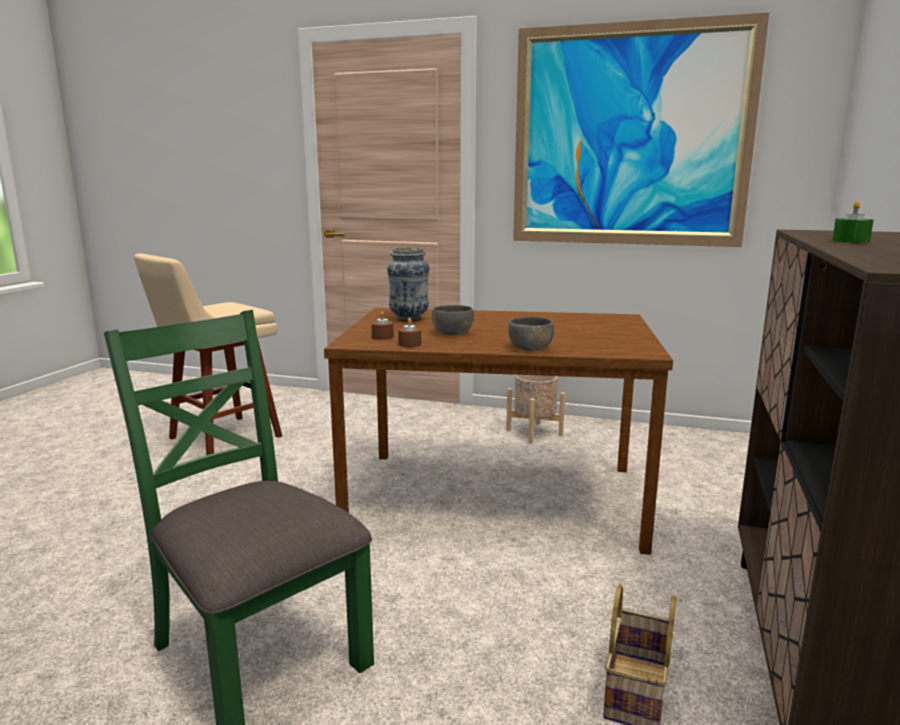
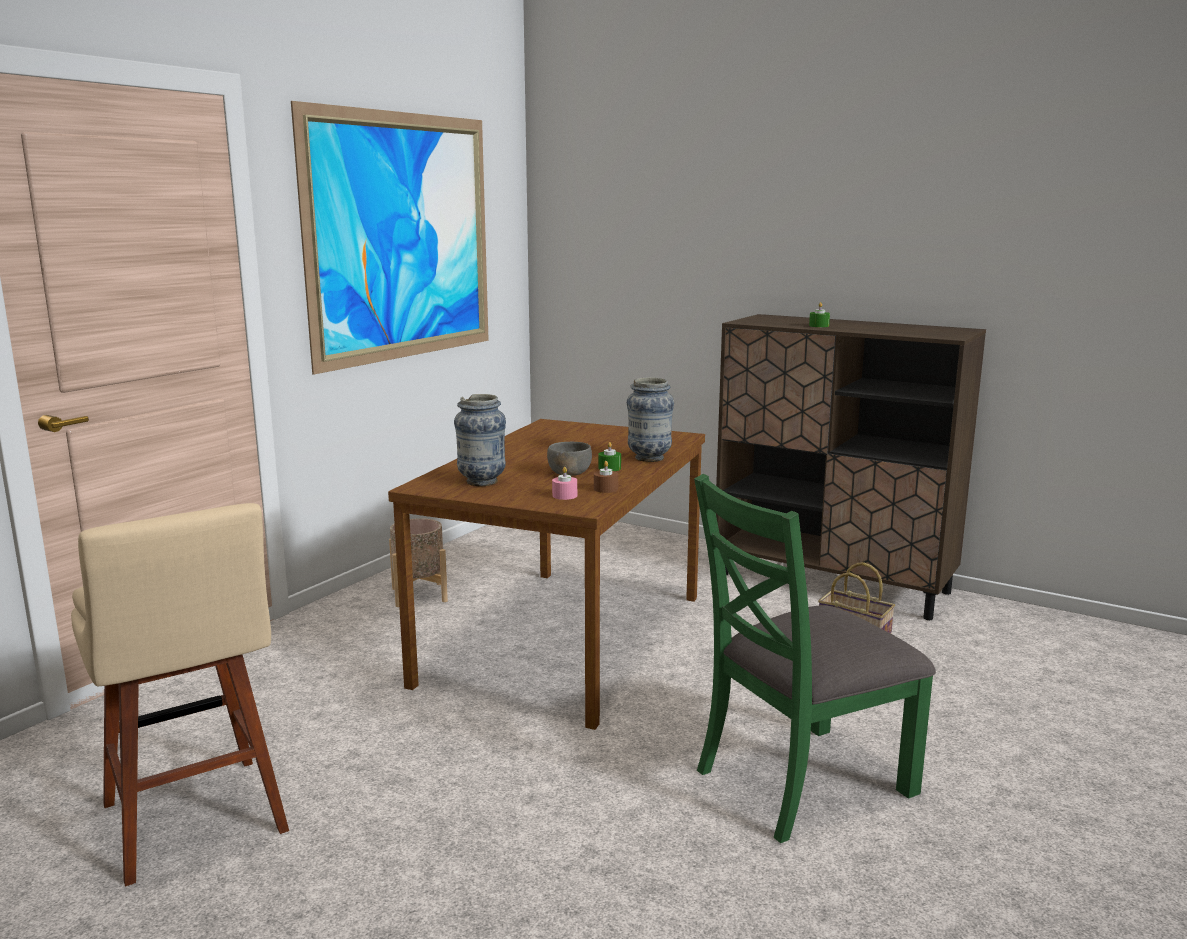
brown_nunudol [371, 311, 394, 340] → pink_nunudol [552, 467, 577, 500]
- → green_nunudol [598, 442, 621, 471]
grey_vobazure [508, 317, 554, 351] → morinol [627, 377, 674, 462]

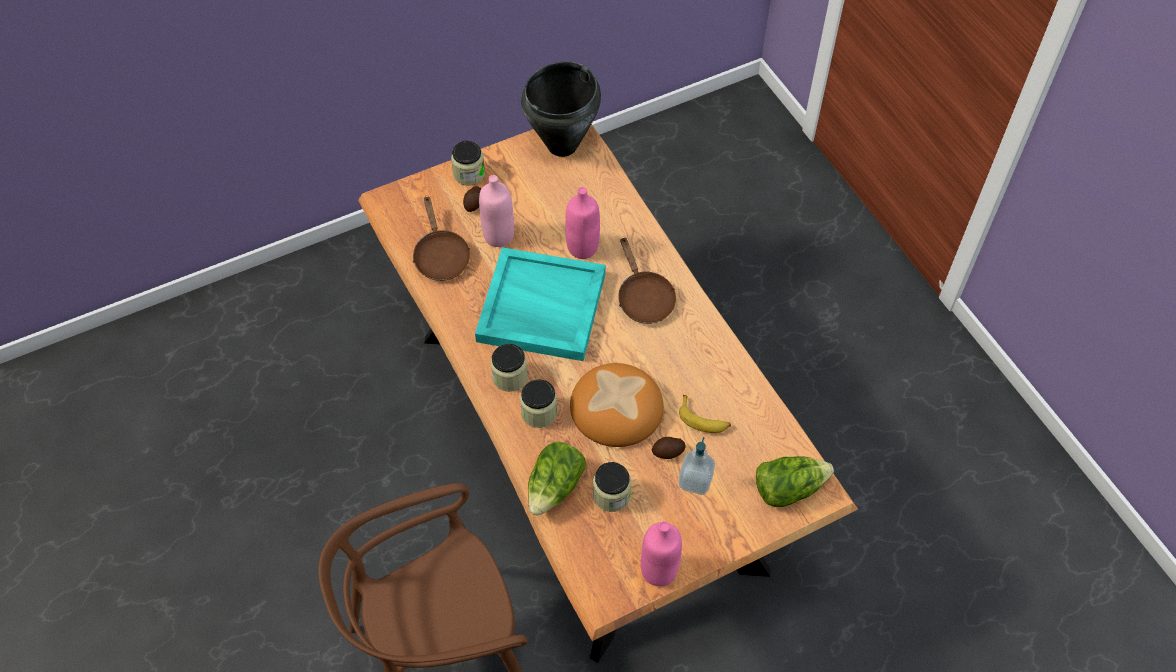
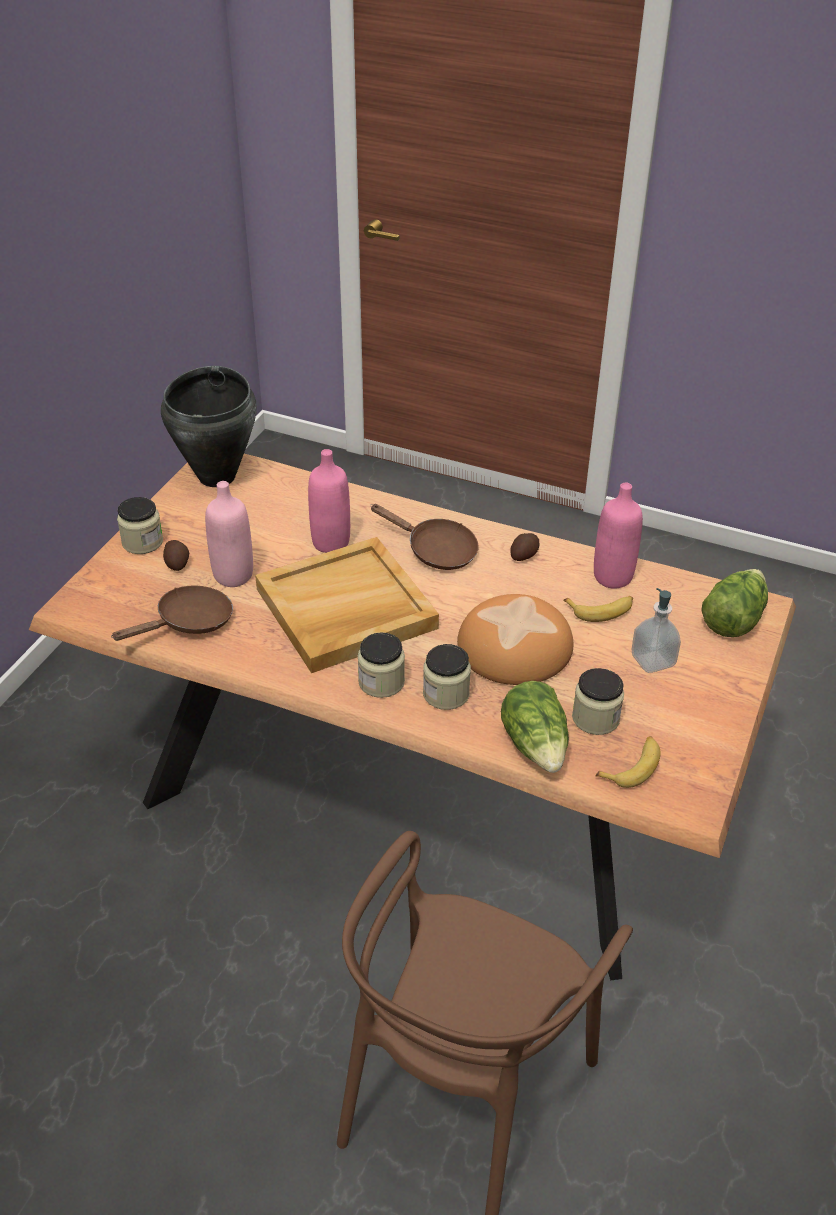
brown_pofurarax [413, 197, 470, 281] → brown_pofurarax [111, 586, 233, 641], 75 degrees counterclockwise
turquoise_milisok [475, 247, 606, 361] → beige_milisok [255, 537, 439, 673]
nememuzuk [652, 437, 686, 459] → nememuzuk [510, 533, 539, 561], relocated
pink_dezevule [641, 521, 682, 586] → pink_dezevule [594, 483, 643, 589], relocated
- → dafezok [596, 736, 660, 788]

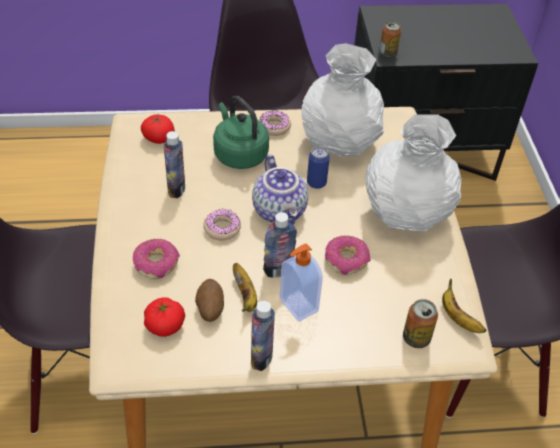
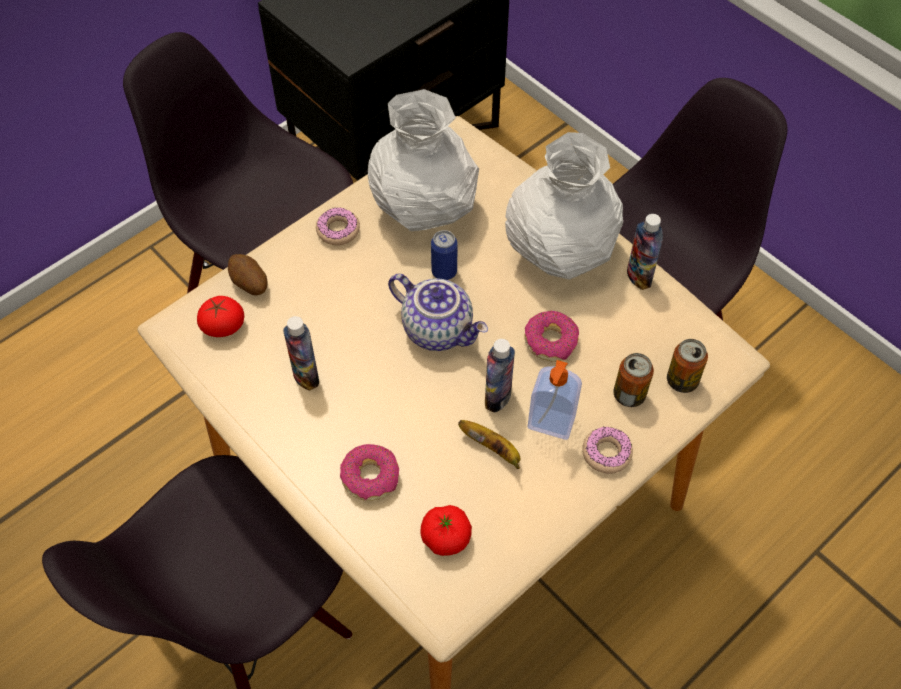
nememuzuk [195, 279, 224, 322] → nememuzuk [228, 254, 267, 295], relocated
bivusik [203, 209, 241, 240] → bivusik [582, 426, 633, 474], relocated
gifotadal [379, 21, 401, 57] → gifotadal [614, 353, 654, 407], relocated
dezevule [251, 301, 275, 371] → dezevule [627, 214, 663, 290], relocated
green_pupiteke [213, 96, 269, 169] → -
dafezok [442, 278, 486, 333] → -

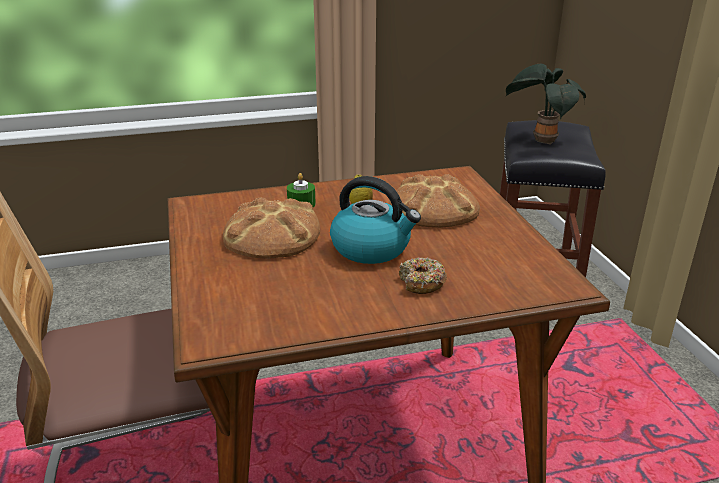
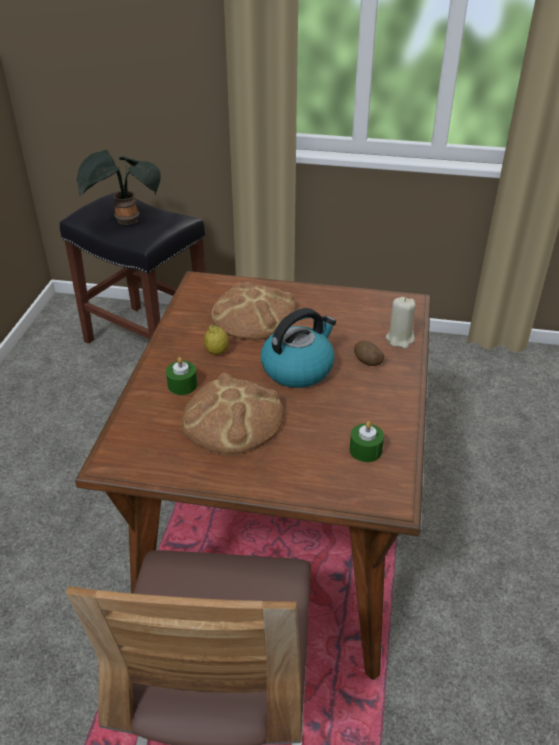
- → green_nunudol [350, 421, 384, 462]
bivusik [399, 257, 447, 294] → nememuzuk [354, 341, 384, 366]
- → beige_nunudol [386, 297, 416, 349]

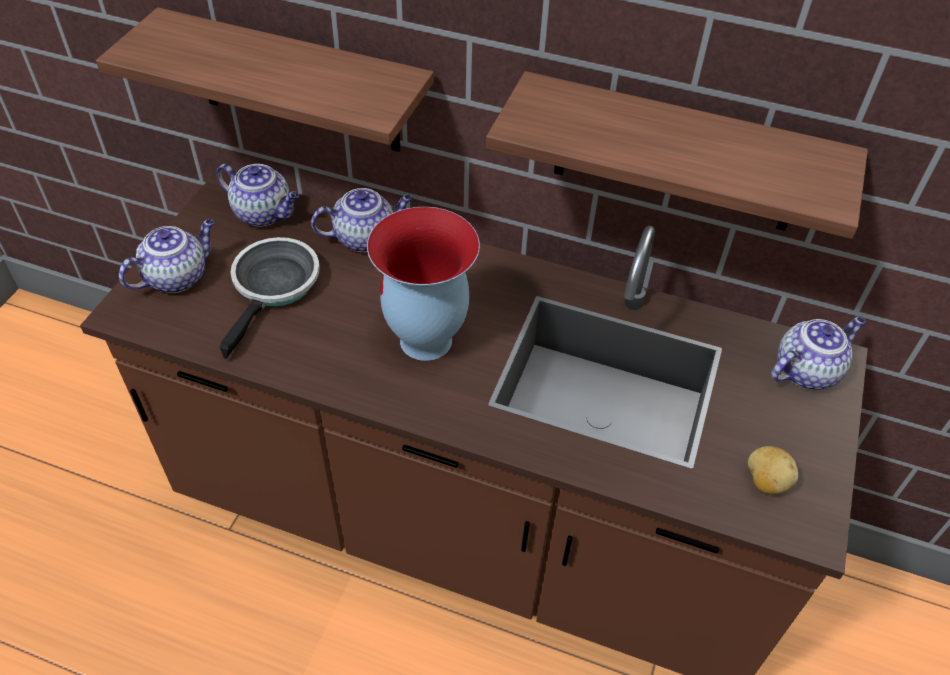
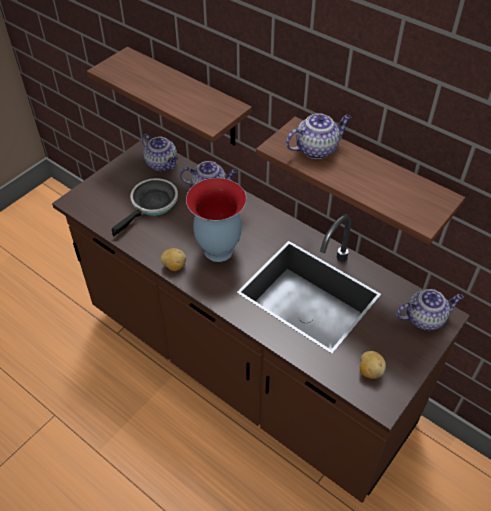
- → nememuzuk [161, 248, 186, 271]
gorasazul [119, 219, 214, 293] → gorasazul [286, 113, 351, 159], relocated

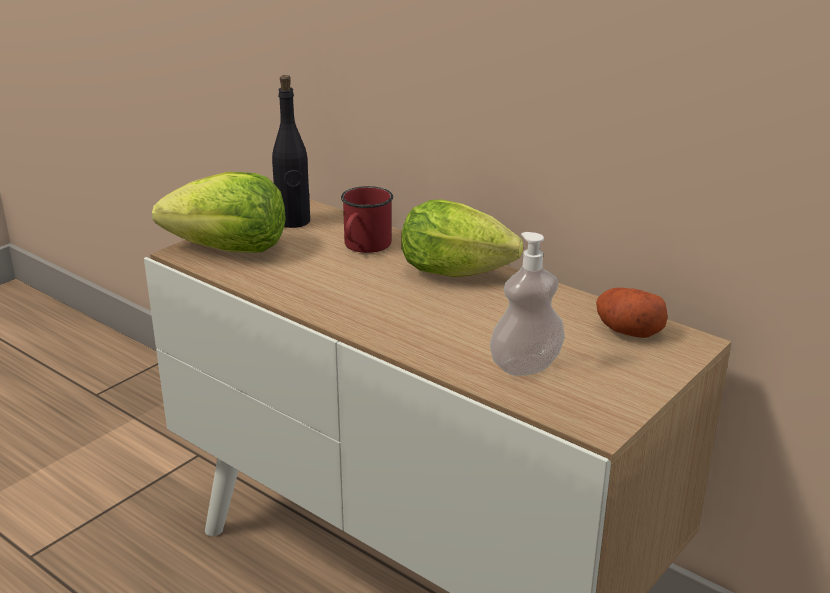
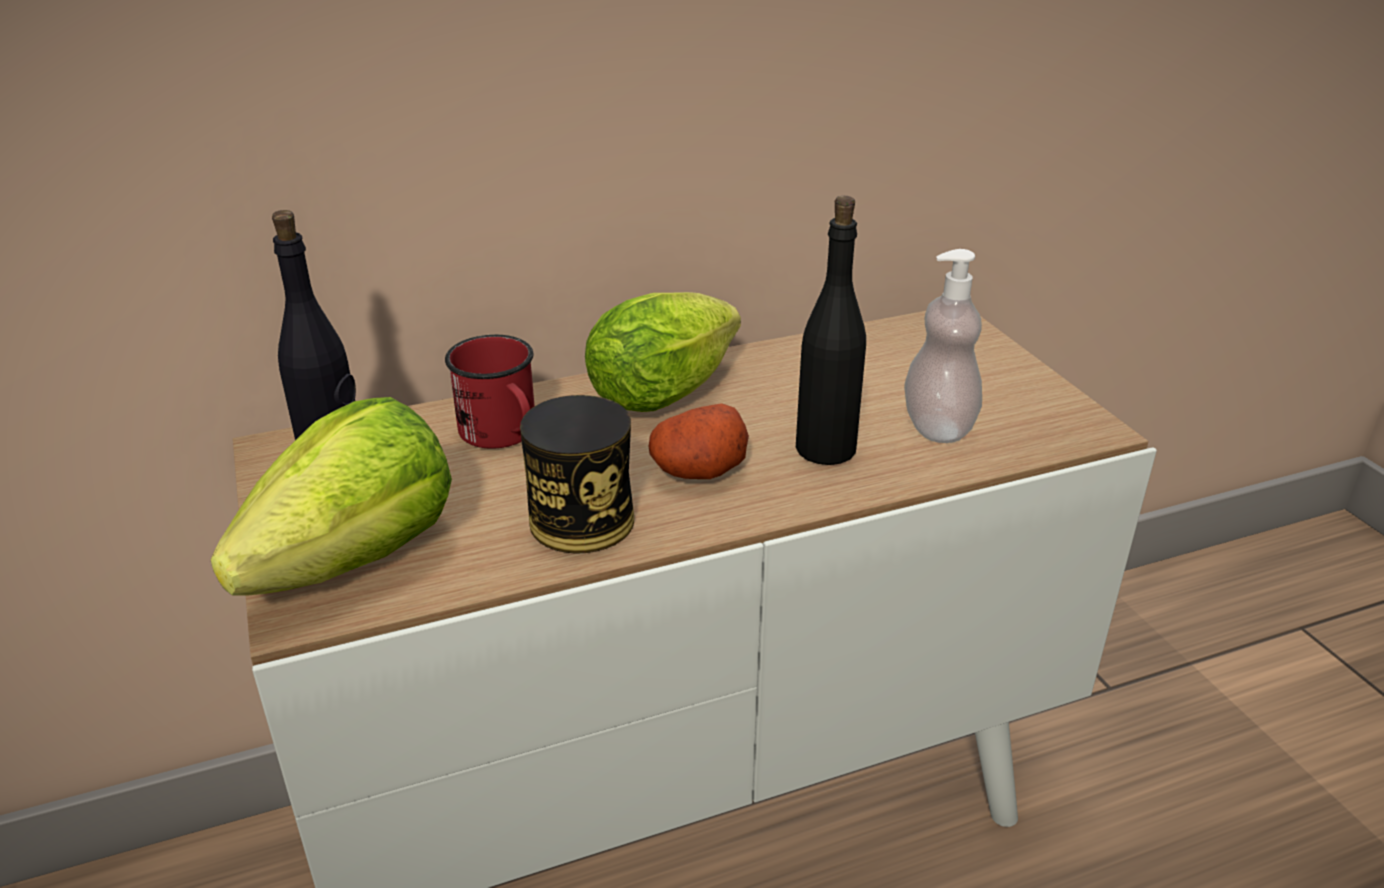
- → gifotadal [520, 395, 634, 554]
nememuzuk [596, 288, 668, 338] → nememuzuk [649, 403, 749, 479], relocated
- → black_dezevule [796, 196, 866, 465]

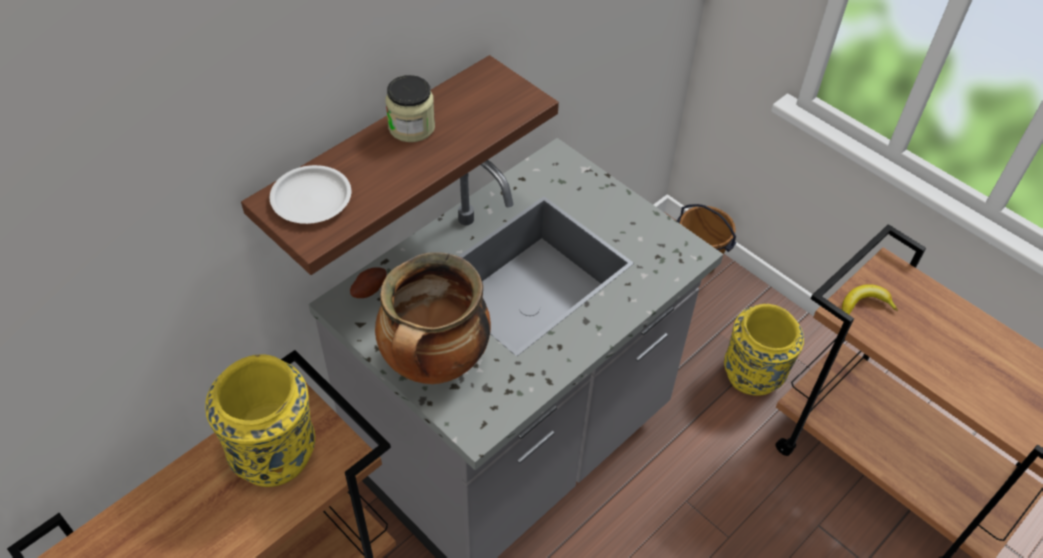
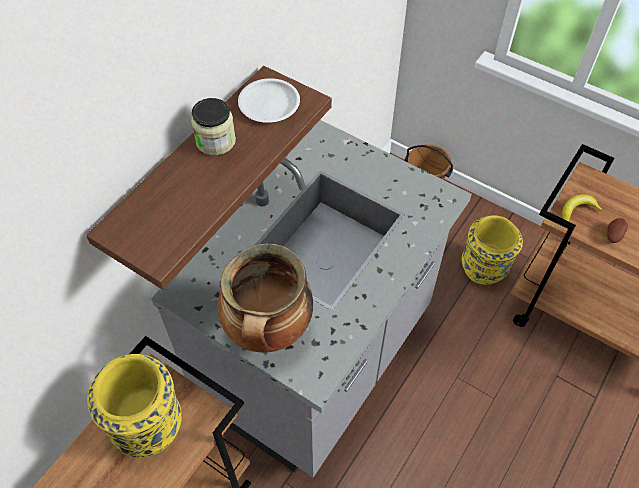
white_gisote [270, 165, 351, 224] → white_gisote [238, 78, 300, 123], relocated
nememuzuk [350, 268, 386, 298] → nememuzuk [607, 218, 628, 243], relocated

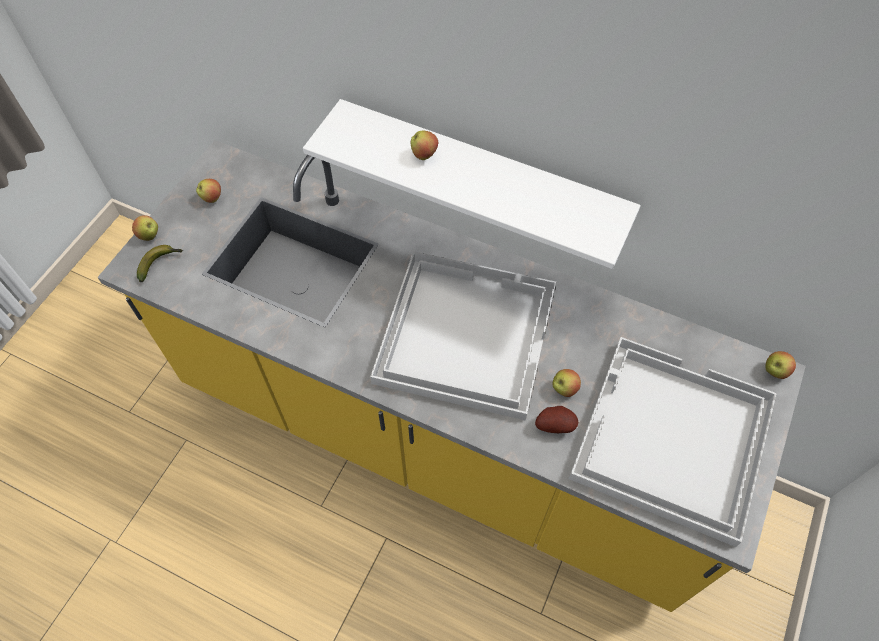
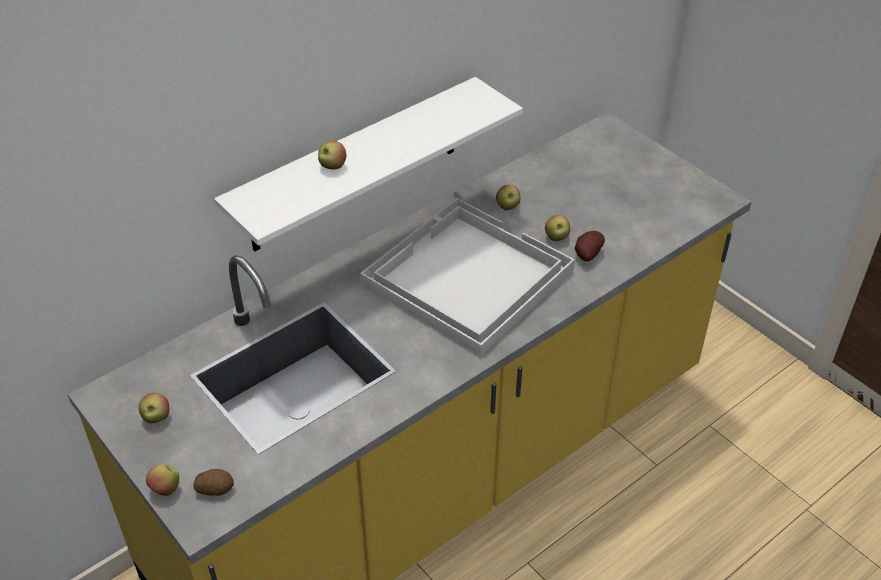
dafezok [137, 245, 183, 282] → nememuzuk [193, 469, 234, 496]
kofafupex [765, 351, 796, 379] → kofafupex [496, 185, 521, 210], relocated
white_milisok [569, 337, 777, 547] → -

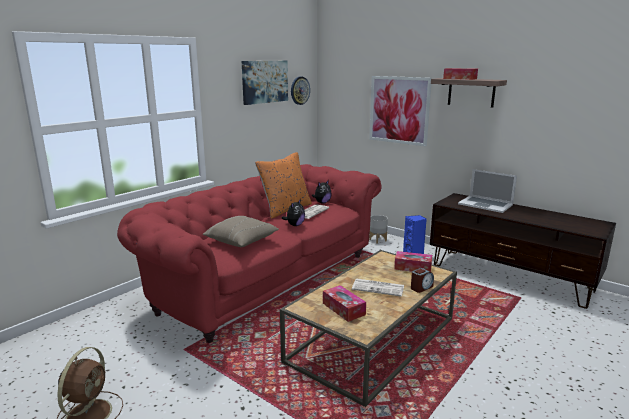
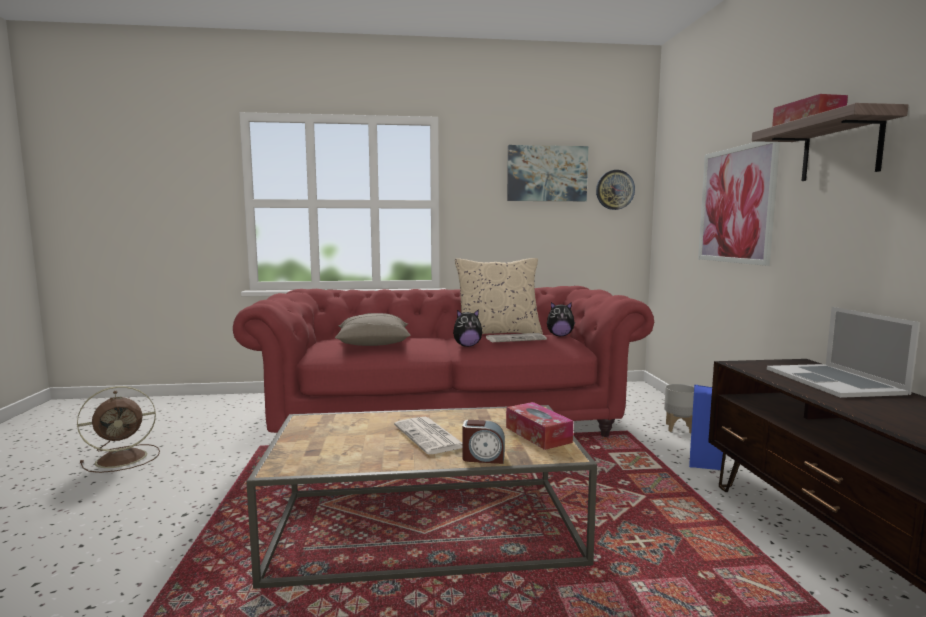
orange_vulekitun [255, 152, 312, 219] → beige_vulekitun [455, 258, 543, 334]
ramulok [323, 285, 366, 322] → -

